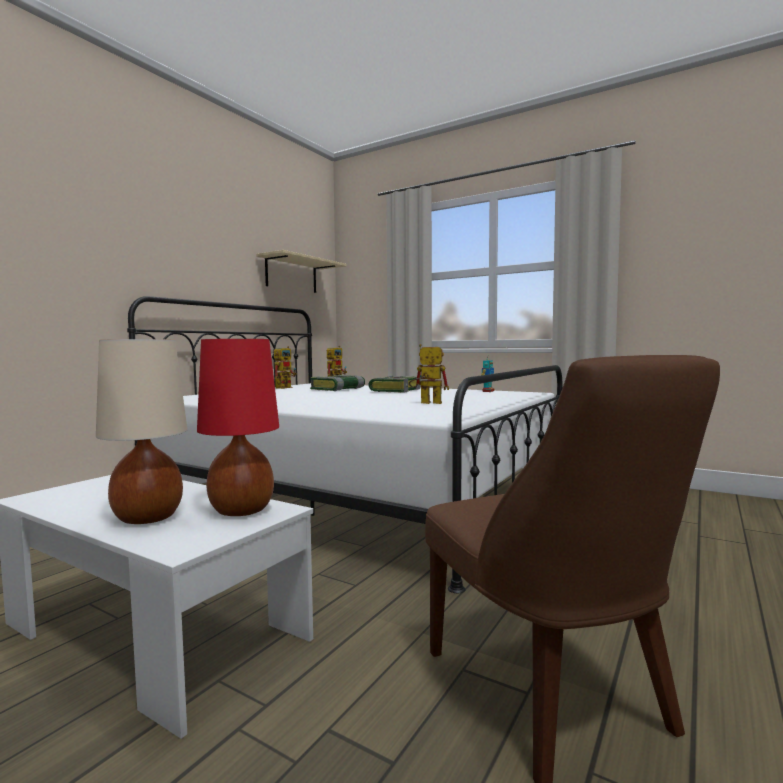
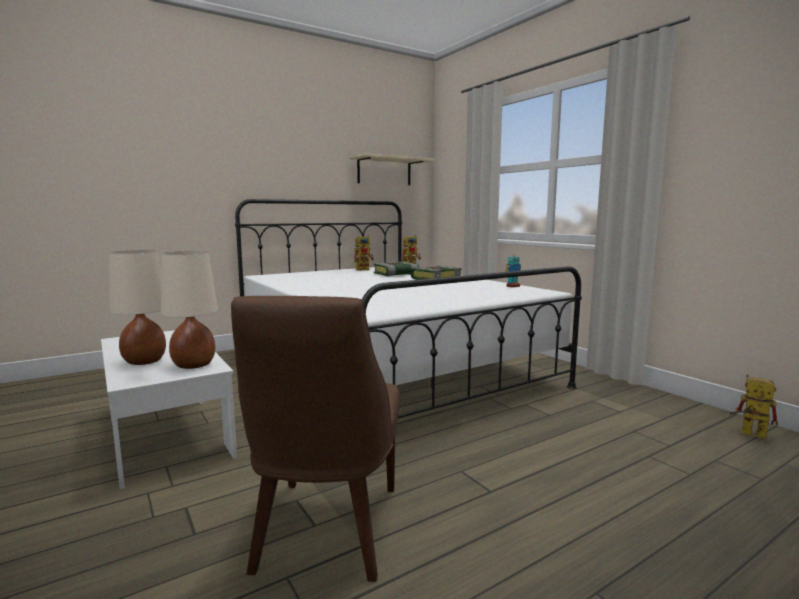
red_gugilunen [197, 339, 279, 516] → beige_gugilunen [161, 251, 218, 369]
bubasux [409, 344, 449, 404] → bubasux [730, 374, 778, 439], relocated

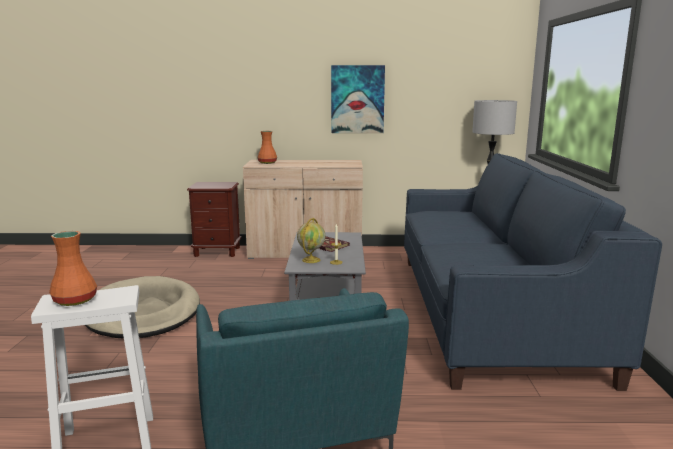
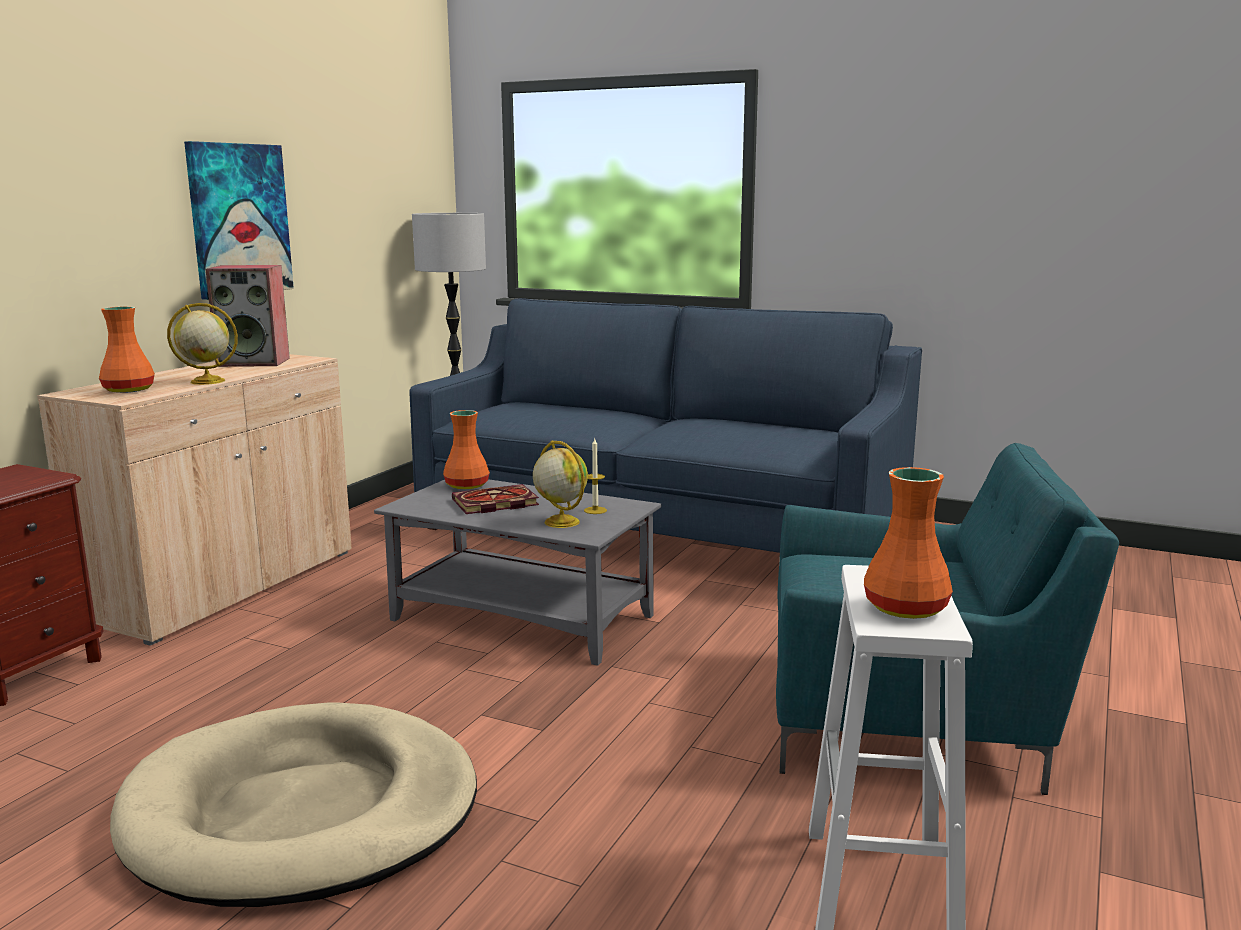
- → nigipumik [167, 303, 238, 385]
- → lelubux [205, 265, 290, 367]
- → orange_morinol [443, 410, 490, 489]

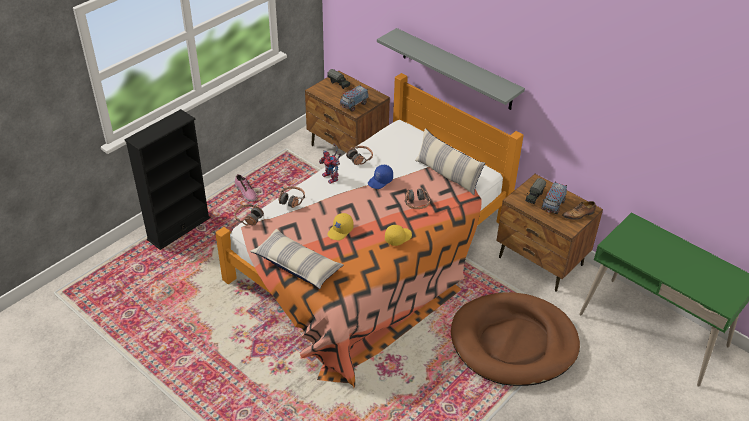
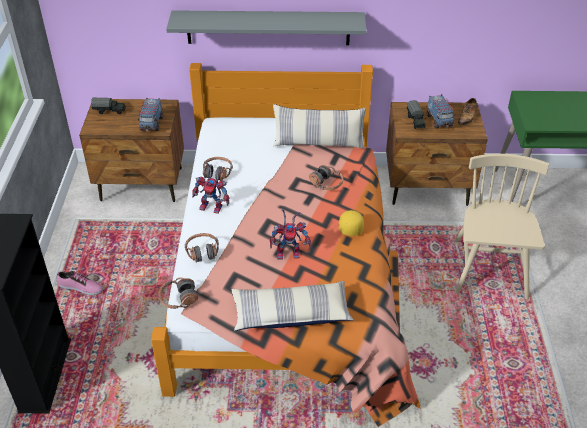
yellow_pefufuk [328, 213, 354, 240] → bubasux [270, 209, 311, 260]
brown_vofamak [451, 292, 580, 386] → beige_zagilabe [454, 154, 549, 299]
blue_pefufuk [368, 165, 393, 189] → -

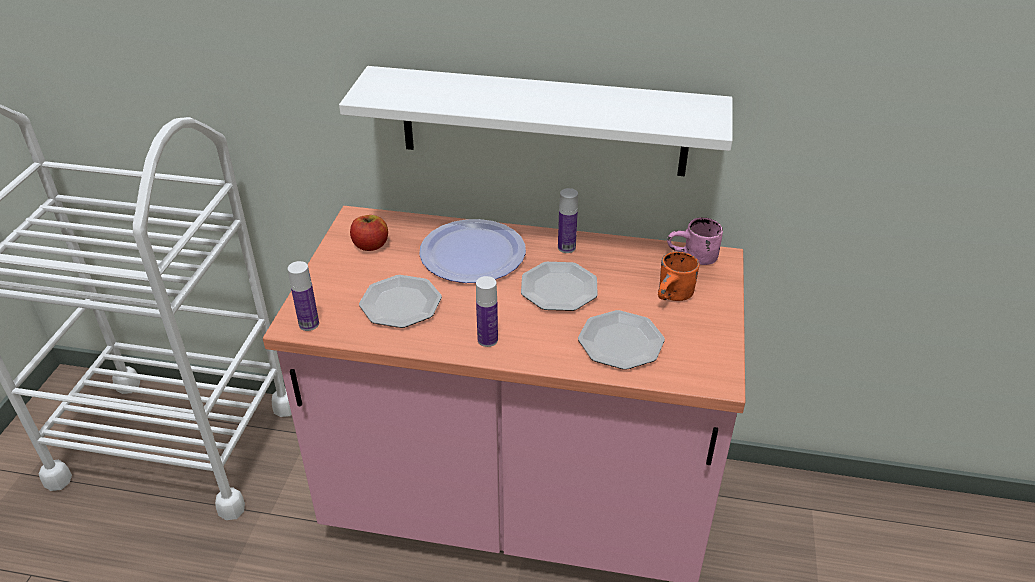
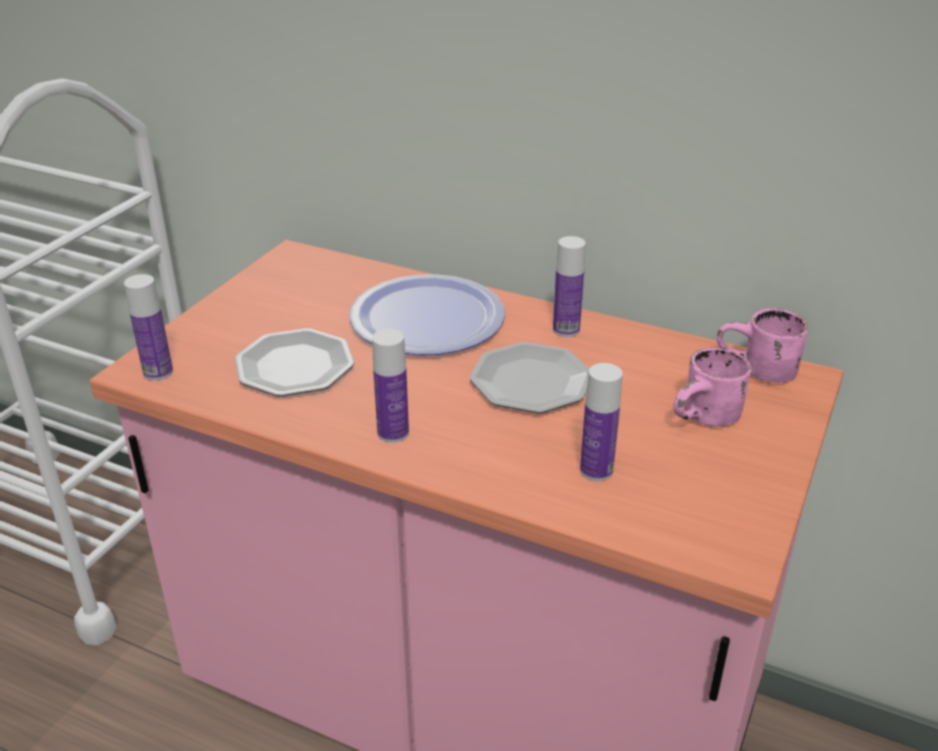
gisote [578, 310, 665, 370] → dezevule [580, 363, 623, 481]
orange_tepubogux [658, 251, 700, 301] → pink_tepubogux [673, 348, 751, 427]
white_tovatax [339, 66, 733, 176] → -
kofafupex [350, 215, 388, 251] → -

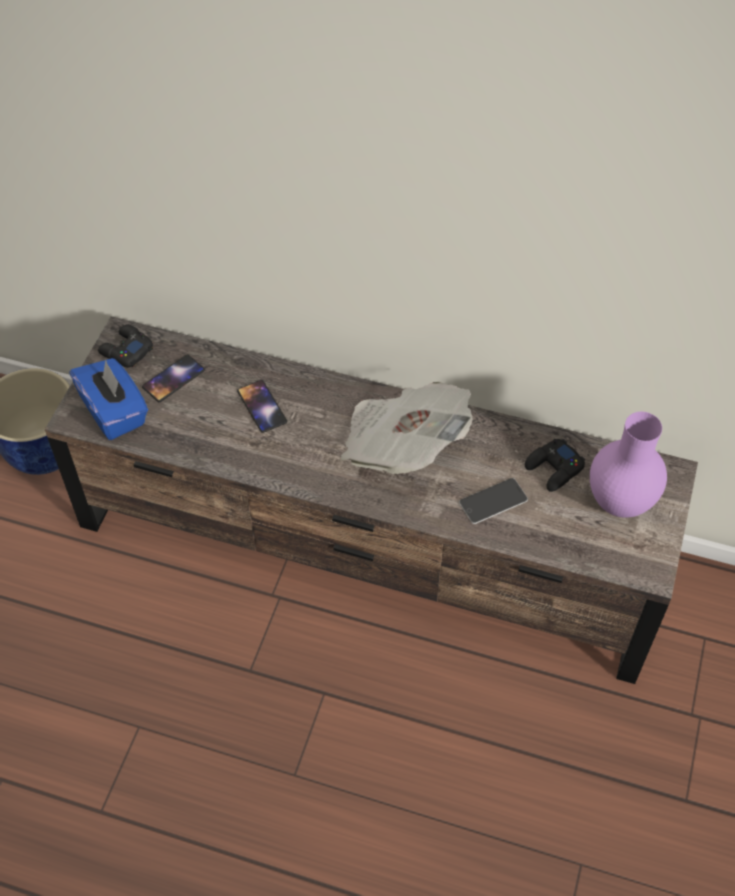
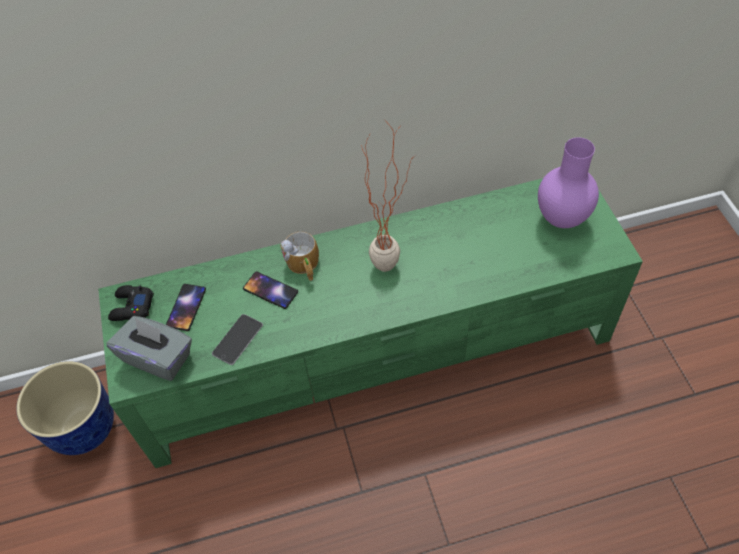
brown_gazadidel [45, 316, 698, 684] → green_gazadidel [98, 178, 643, 468]
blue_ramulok [69, 358, 148, 440] → grey_ramulok [107, 316, 192, 381]
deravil [459, 478, 528, 524] → deravil [212, 314, 263, 365], relocated
- → tepubogux [280, 232, 319, 281]
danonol [340, 381, 473, 474] → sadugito [361, 119, 416, 272]
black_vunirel [525, 439, 585, 492] → -

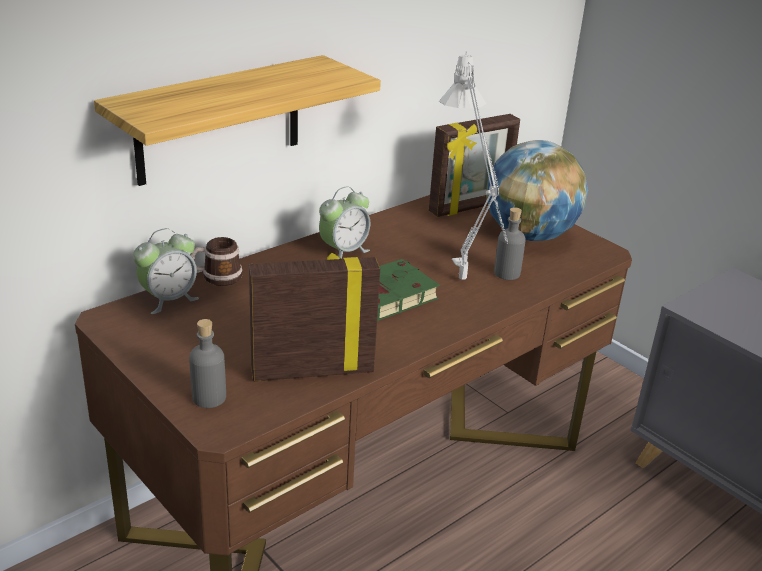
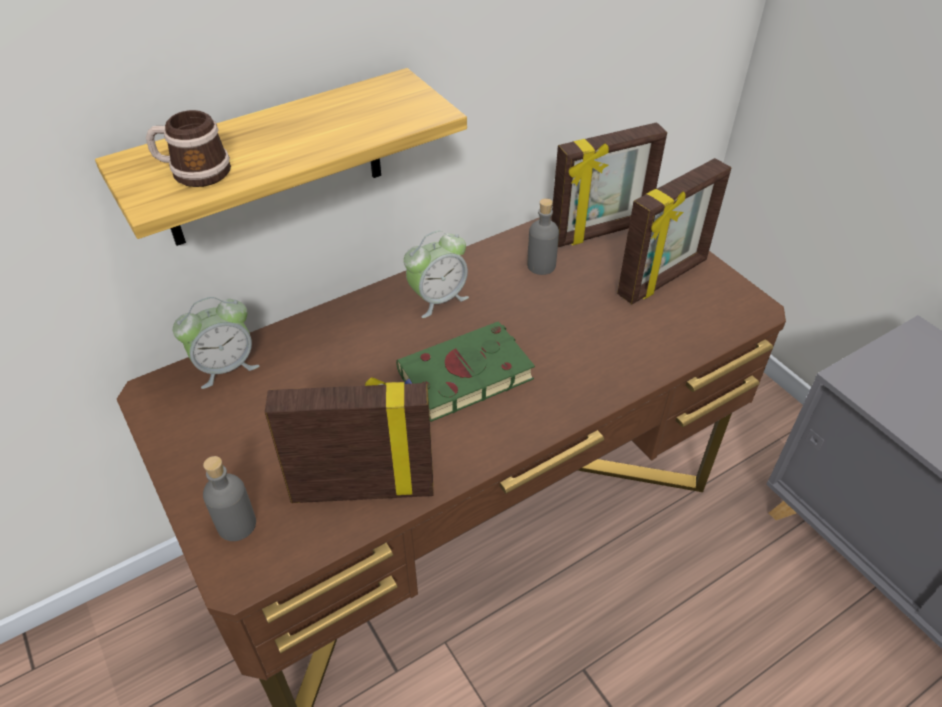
tepubogux [190, 237, 243, 286] → tepubogux [146, 110, 231, 187], relocated
grey_dezevule [494, 207, 526, 280] → grey_dezevule [527, 198, 559, 275], relocated
nigipumik [486, 140, 588, 241] → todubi [617, 158, 732, 304]
white_gugilunen [439, 52, 508, 280] → -

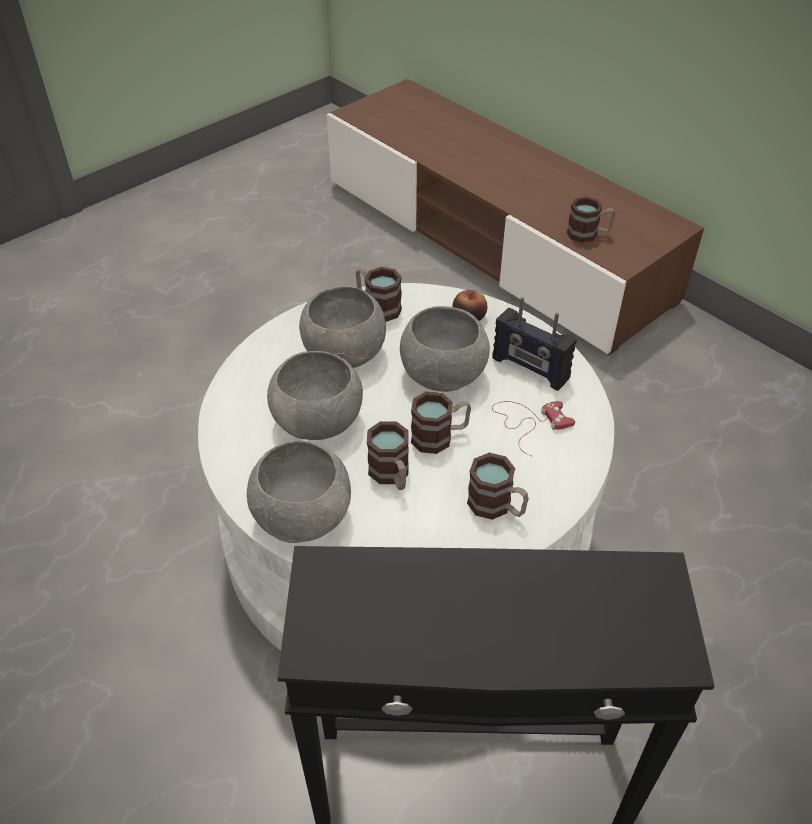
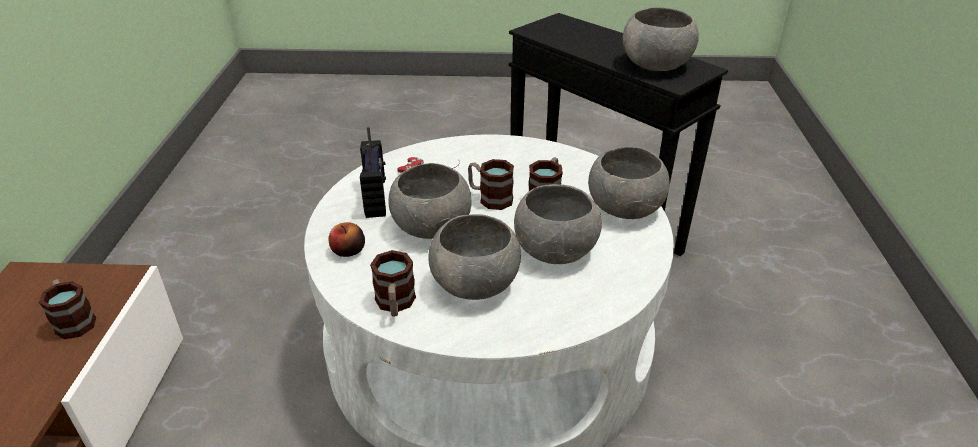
- → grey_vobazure [623, 7, 699, 71]
tepubogux [467, 453, 529, 520] → -

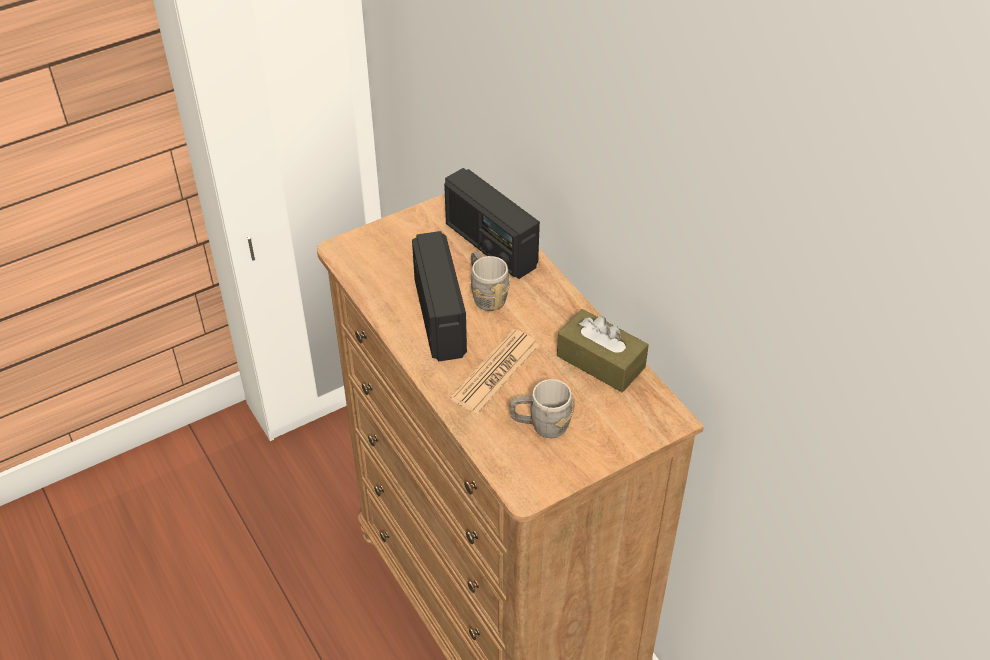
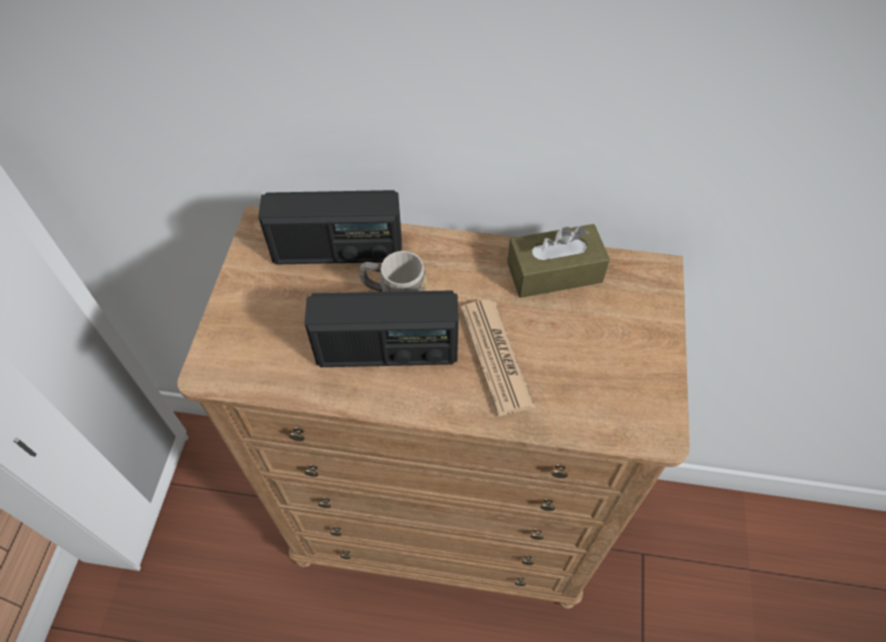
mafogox [412, 231, 467, 362] → mafogox [304, 290, 459, 367], 150 degrees clockwise
grey_tepubogux [510, 379, 575, 438] → -

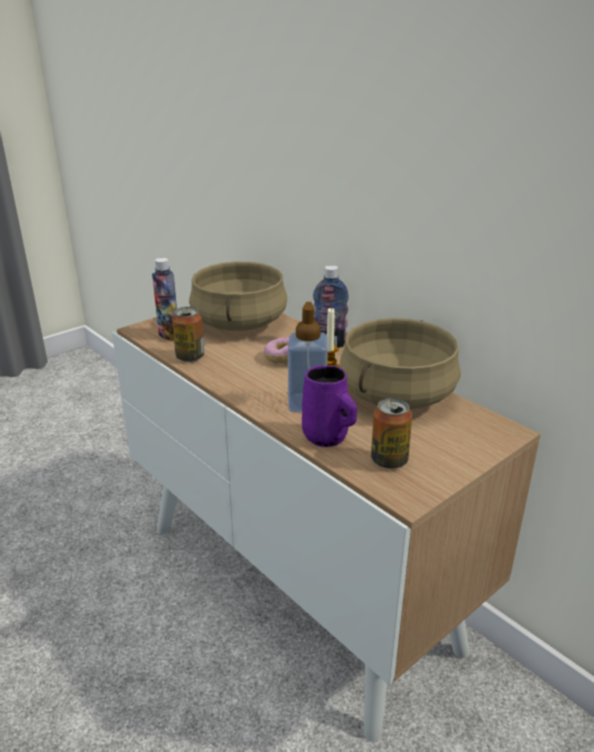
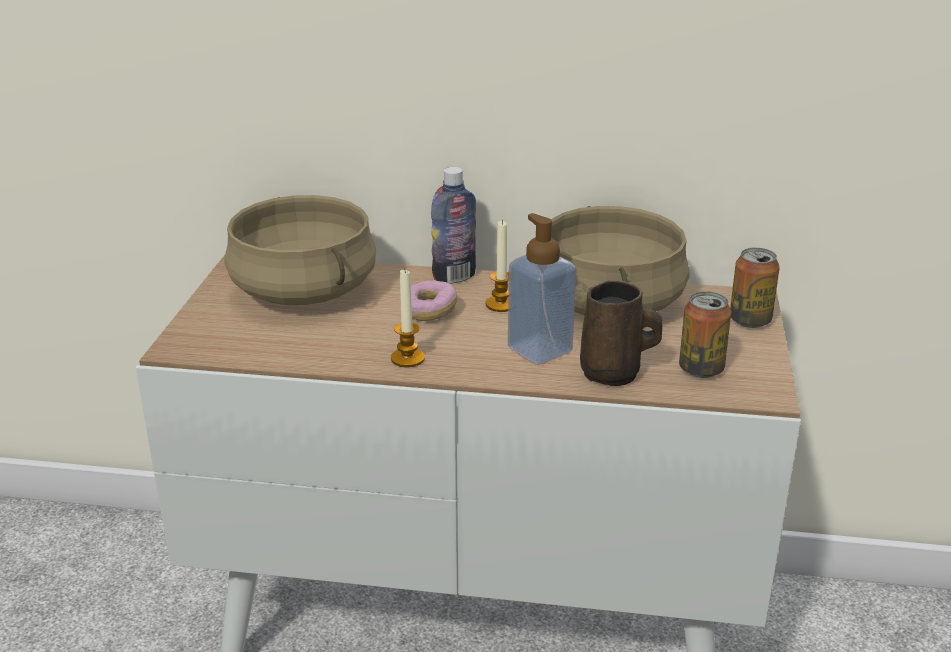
- → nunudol [391, 270, 425, 367]
purple_tepubogux [302, 365, 357, 447] → brown_tepubogux [580, 280, 663, 386]
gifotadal [172, 307, 204, 362] → gifotadal [730, 248, 780, 328], relocated
dezevule [152, 258, 177, 341] → -

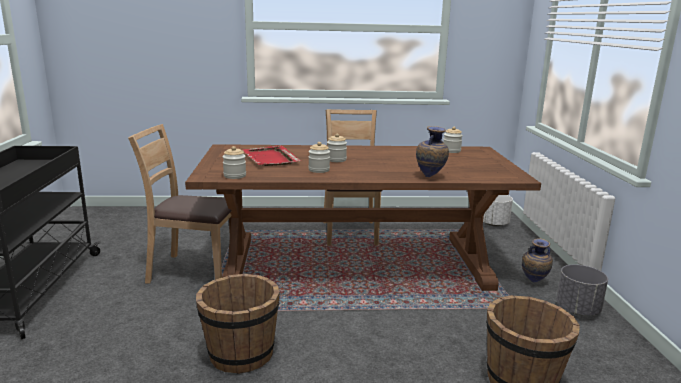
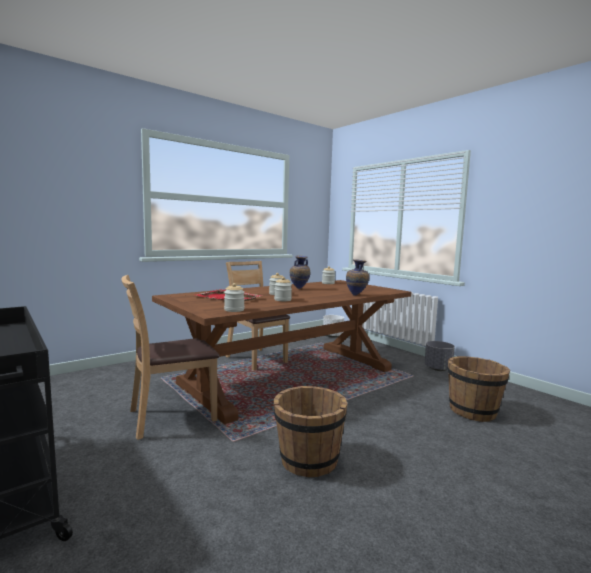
morinol [522, 238, 553, 282] → morinol [290, 255, 310, 289], relocated

